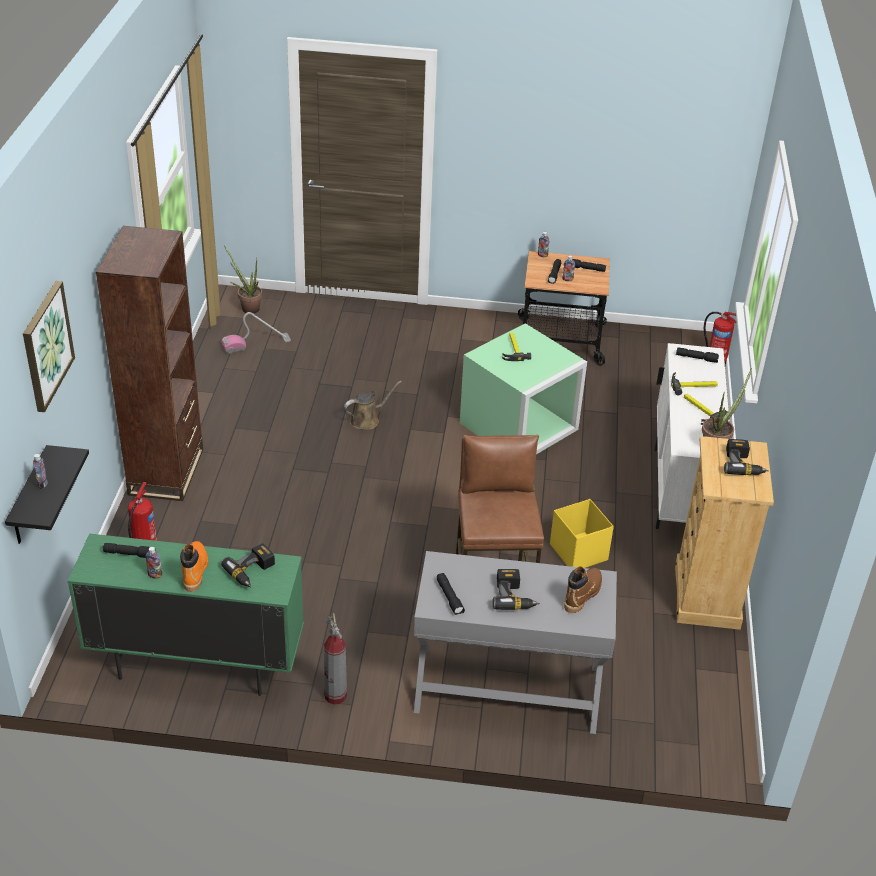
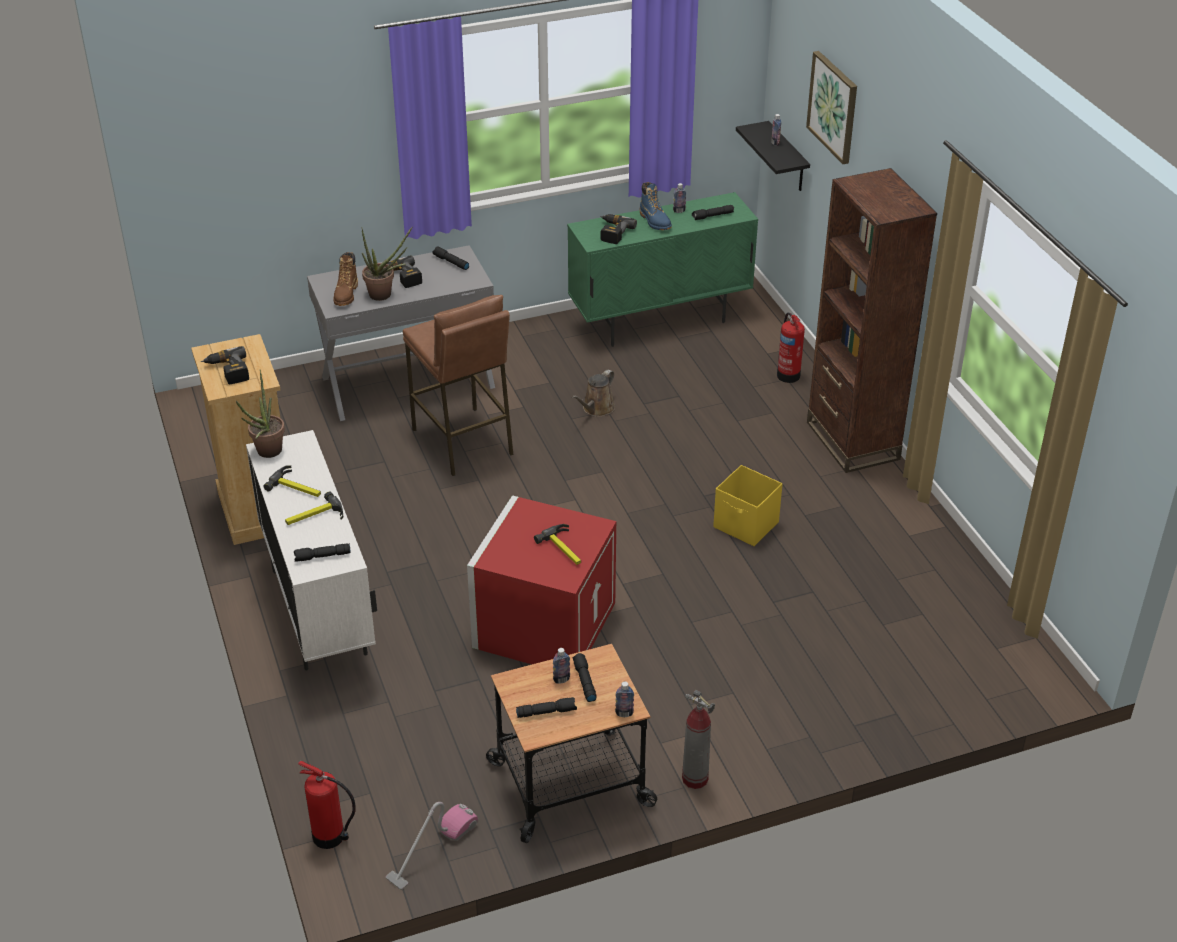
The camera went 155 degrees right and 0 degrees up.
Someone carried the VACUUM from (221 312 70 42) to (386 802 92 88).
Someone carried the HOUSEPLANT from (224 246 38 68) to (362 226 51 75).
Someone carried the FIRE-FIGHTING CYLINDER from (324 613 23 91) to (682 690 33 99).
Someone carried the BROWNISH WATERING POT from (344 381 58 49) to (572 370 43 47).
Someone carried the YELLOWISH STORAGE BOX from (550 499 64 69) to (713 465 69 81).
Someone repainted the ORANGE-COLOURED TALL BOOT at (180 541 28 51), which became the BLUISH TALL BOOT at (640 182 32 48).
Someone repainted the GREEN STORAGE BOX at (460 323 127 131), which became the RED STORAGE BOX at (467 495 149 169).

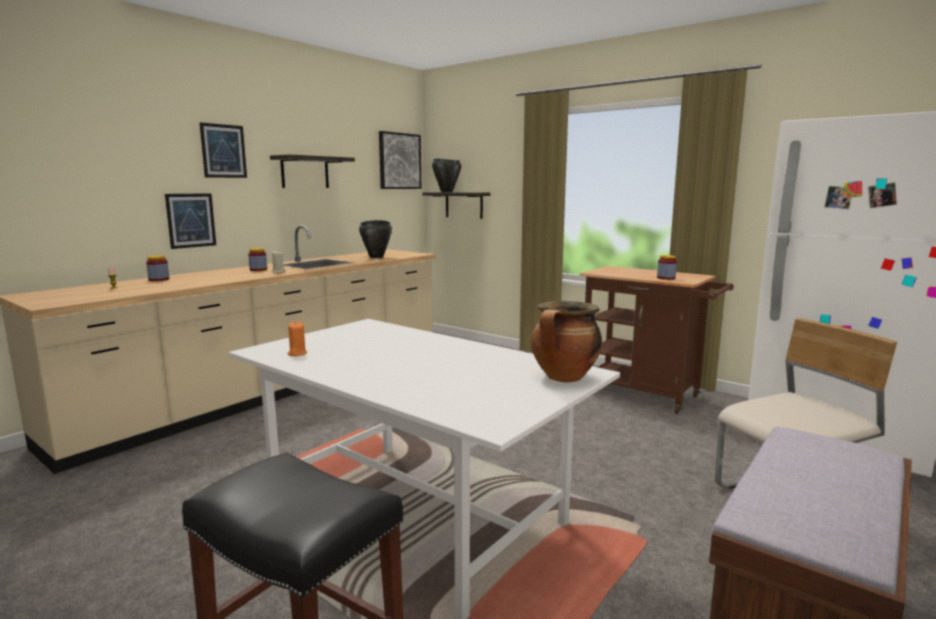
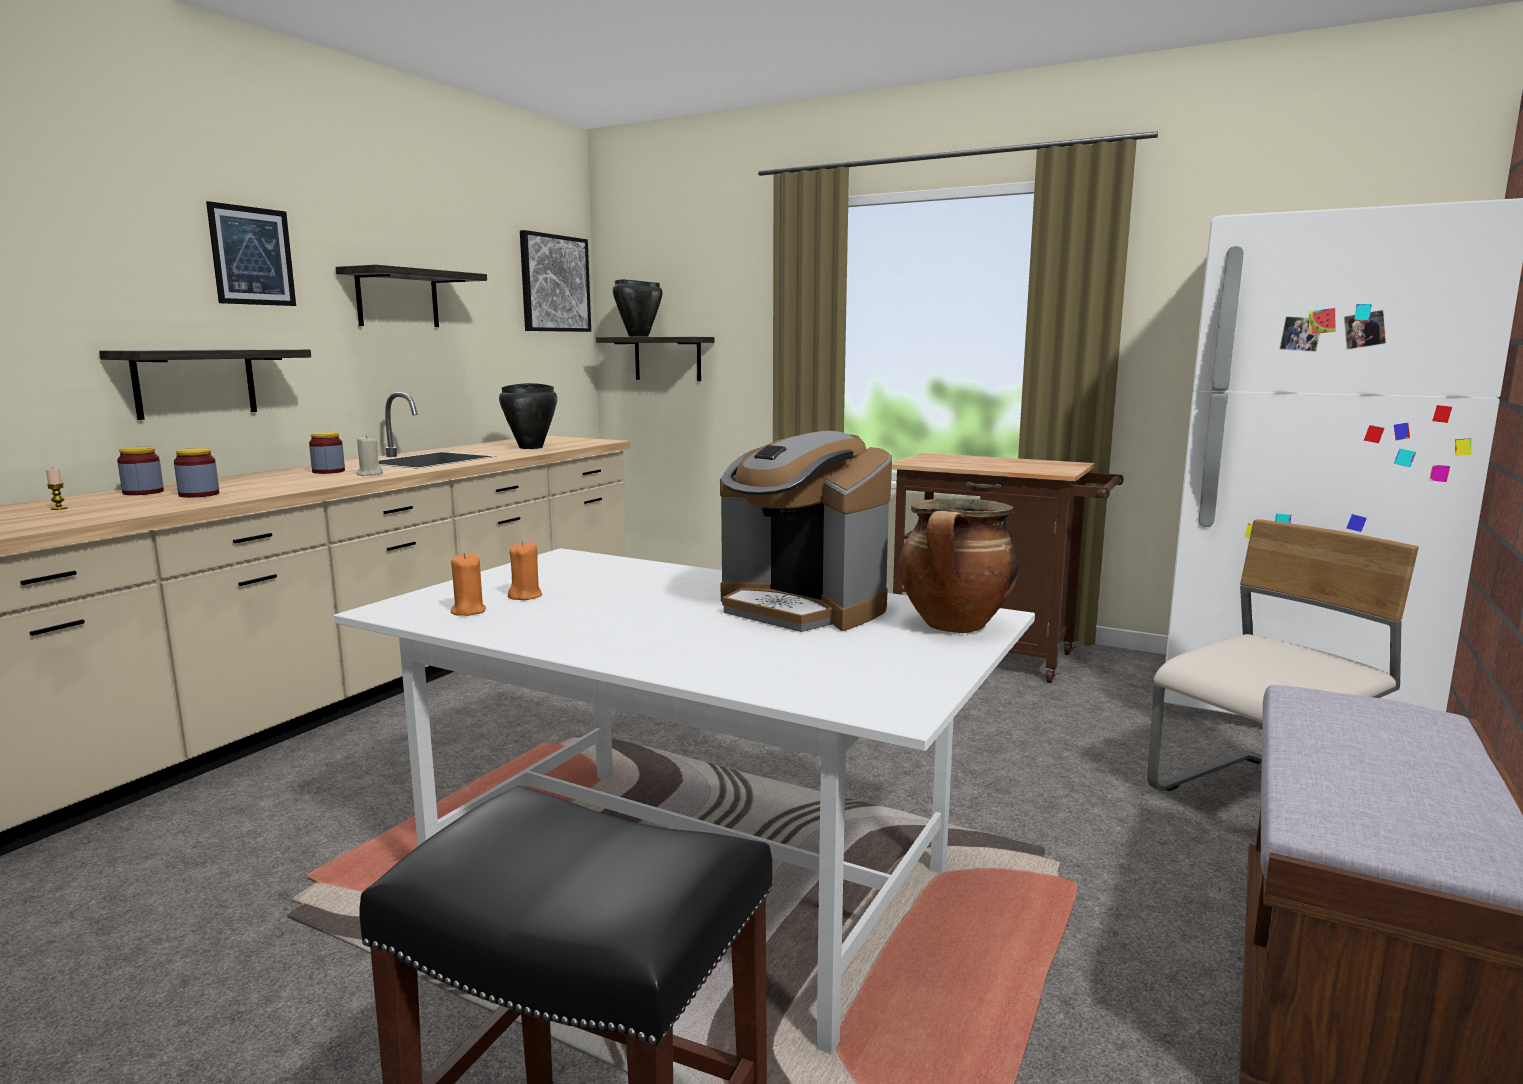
The camera went 10 degrees left and 0 degrees up.
Someone put down the ORANGE-COLOURED WAX CANDLE at (508 541 34 59).
Someone put down the COFFEE BREWER at (720 431 172 201).
Someone carried the PRESERVE JAR from (657 255 20 25) to (174 448 45 50).
Someone swapped the WALL PICTURE at (165 193 51 56) for the BRACKET SHELF at (99 349 212 71).

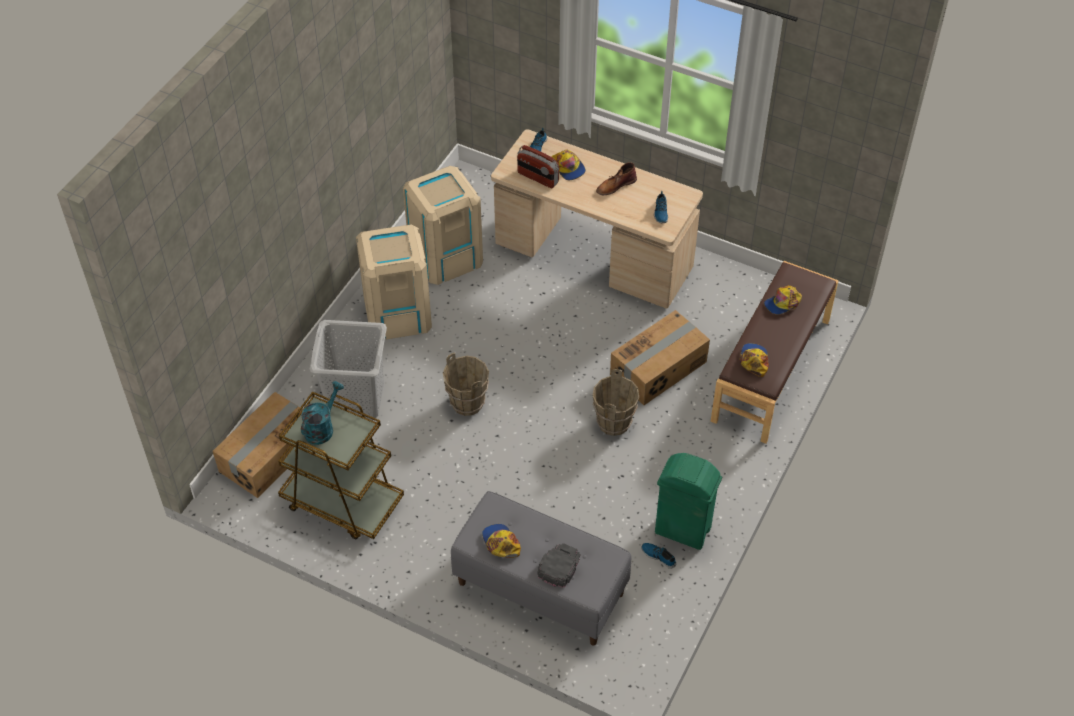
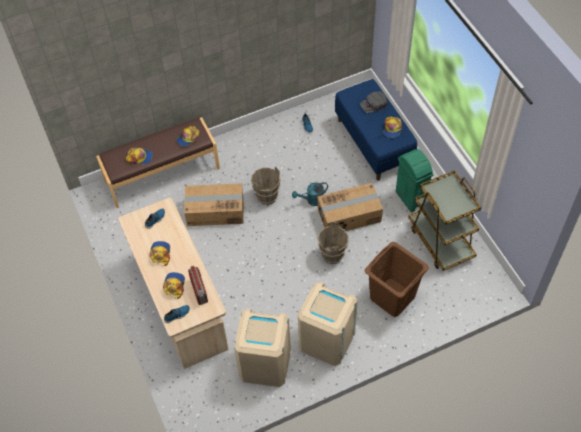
The camera went 140 degrees left and 5 degrees up.
Someone carried the CARDBOARD BOX from (213 392 90 106) to (317 183 66 48).
Someone carried the TURQUOISE WATERING POT from (301 381 43 64) to (292 182 36 24).
Someone carried the GREEN WASTE BIN from (655 453 67 97) to (396 149 38 64).
Someone swapped the BROWNISH TALL BOOT at (596 162 41 33) for the BASEBALL CAP at (150 241 20 25).
Someone repainted the GREY LAUNDRY BASKET at (309 320 78 99), which became the BROWNISH LAUNDRY BASKET at (365 242 64 75).
Someone repainted the GREY INDOOR BENCH at (451 491 181 155), which became the BLUISH INDOOR BENCH at (335 79 82 102).

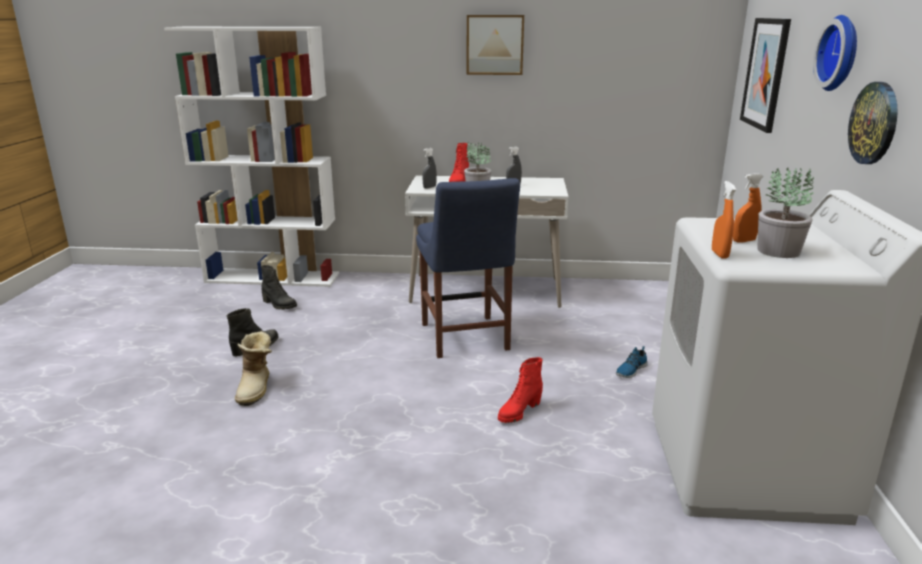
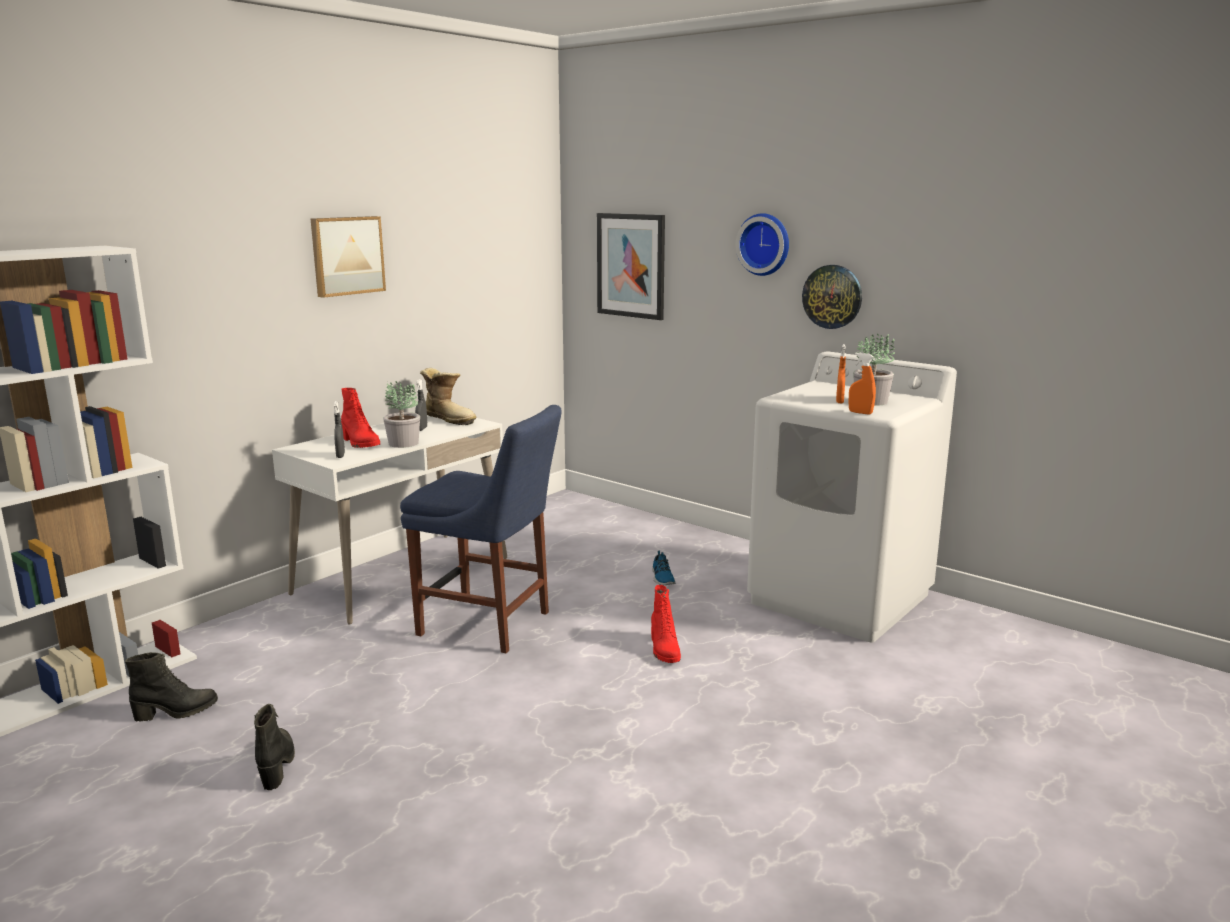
The camera went 55 degrees left and 5 degrees down.
Someone carried the TALL BOOT from (235 331 37 75) to (420 368 56 57).

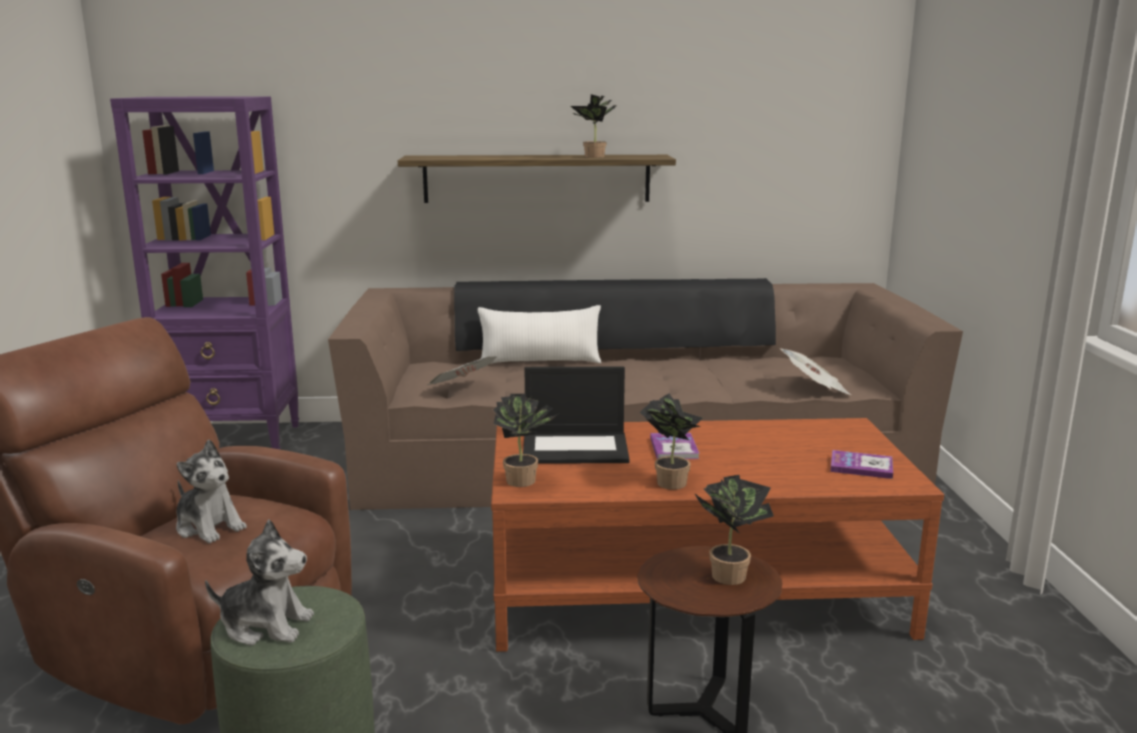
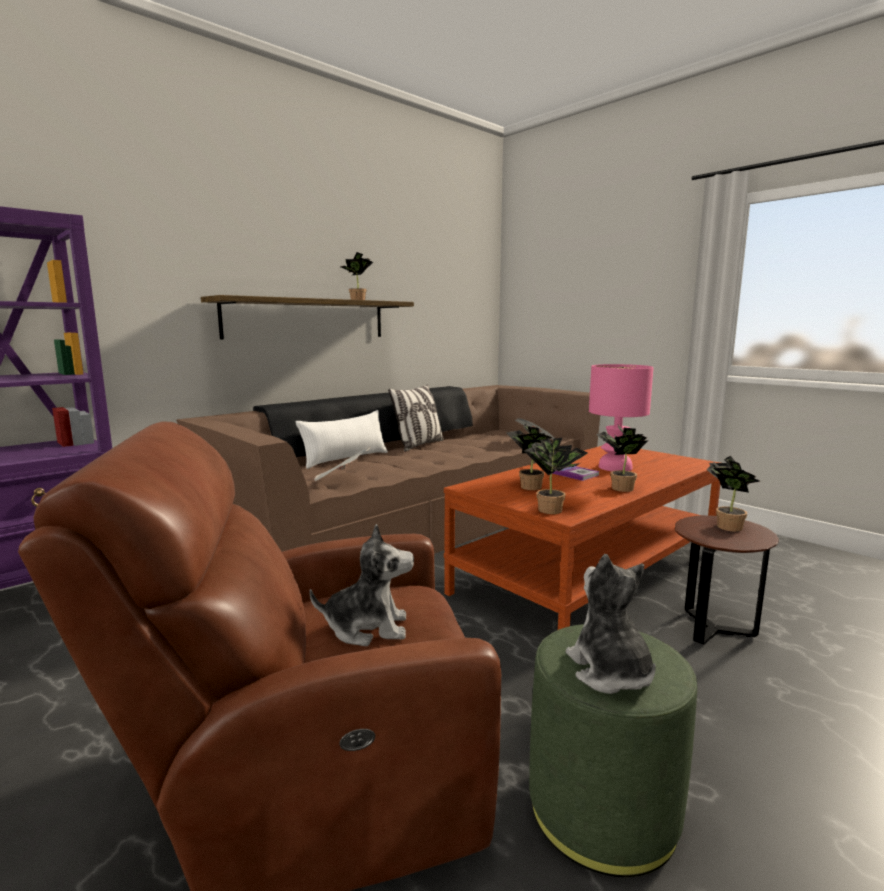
The camera went 40 degrees left and 5 degrees down.
Someone took away the BOUND BOOK at (830 450 63 29).
Someone put down the PILLOW at (388 385 56 67).
Someone put down the PINK TABLE LAMP at (589 364 65 107).
Someone swapped the LAPTOP at (523 367 107 97) for the HOUSEPLANT at (506 423 46 67).
Someone rotated the PLUSH TOY at (205 520 109 126) by 75 degrees counterclockwise.

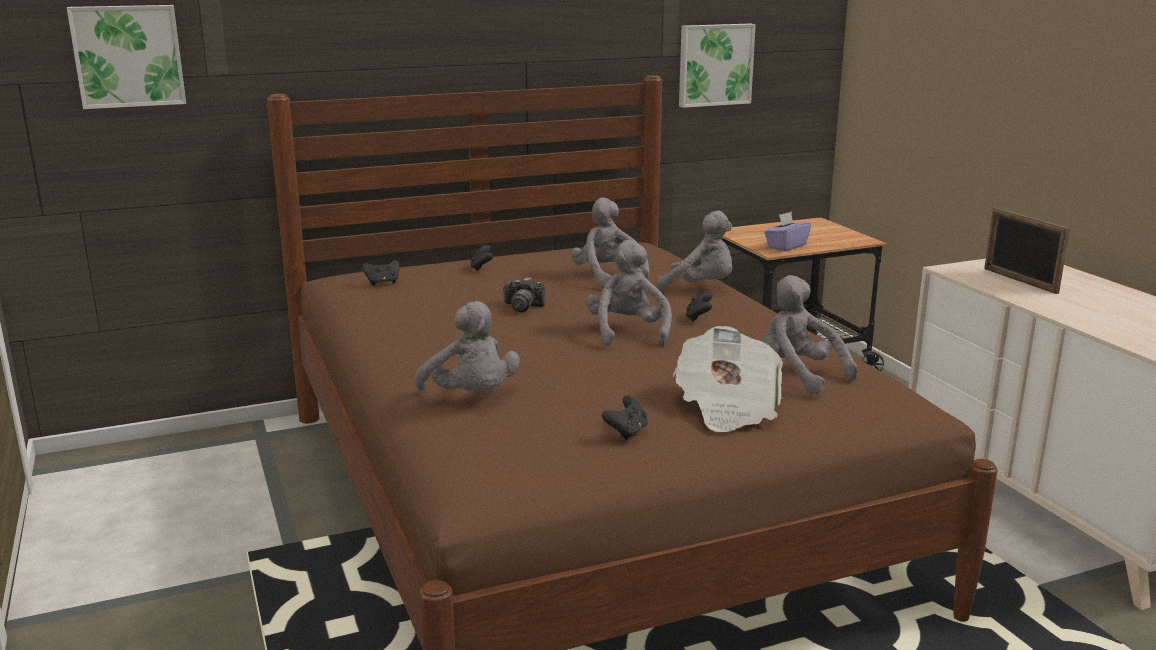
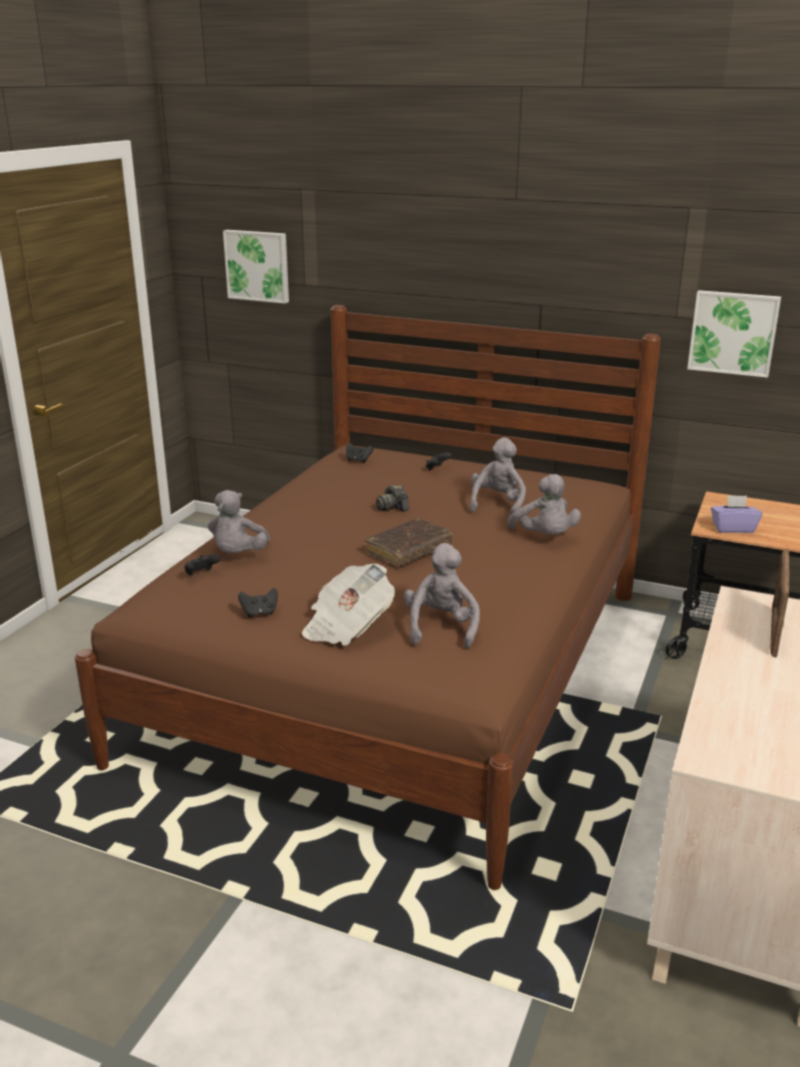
The camera went 45 degrees right and 5 degrees up.
Someone carried the BLACK-COLOURED JOYPAD from (686 292 27 30) to (184 554 36 21).
Someone swapped the GREY PLUSH TOY at (586 240 86 106) for the BROWNISH BOUND BOOK at (365 518 88 49).

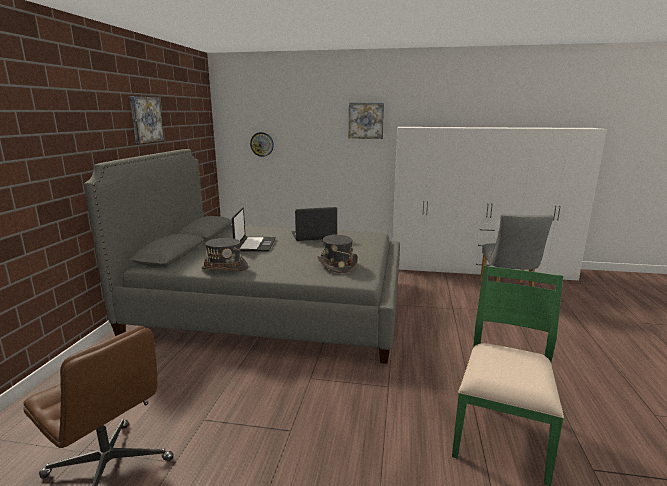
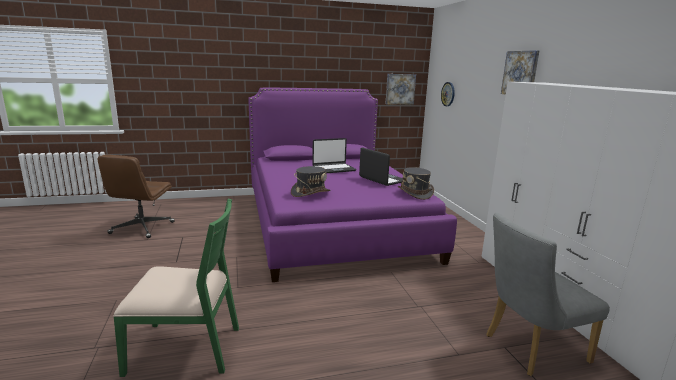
The camera went 65 degrees right and 0 degrees up.
Someone carried the WALL PICTURE from (130 96 34 48) to (386 74 30 31).
Someone carried the GREY HAT from (201 238 47 33) to (398 167 36 33).
Someone repainted the GREY BED at (84 149 316 215), which became the PURPLE BED at (248 88 209 194).

